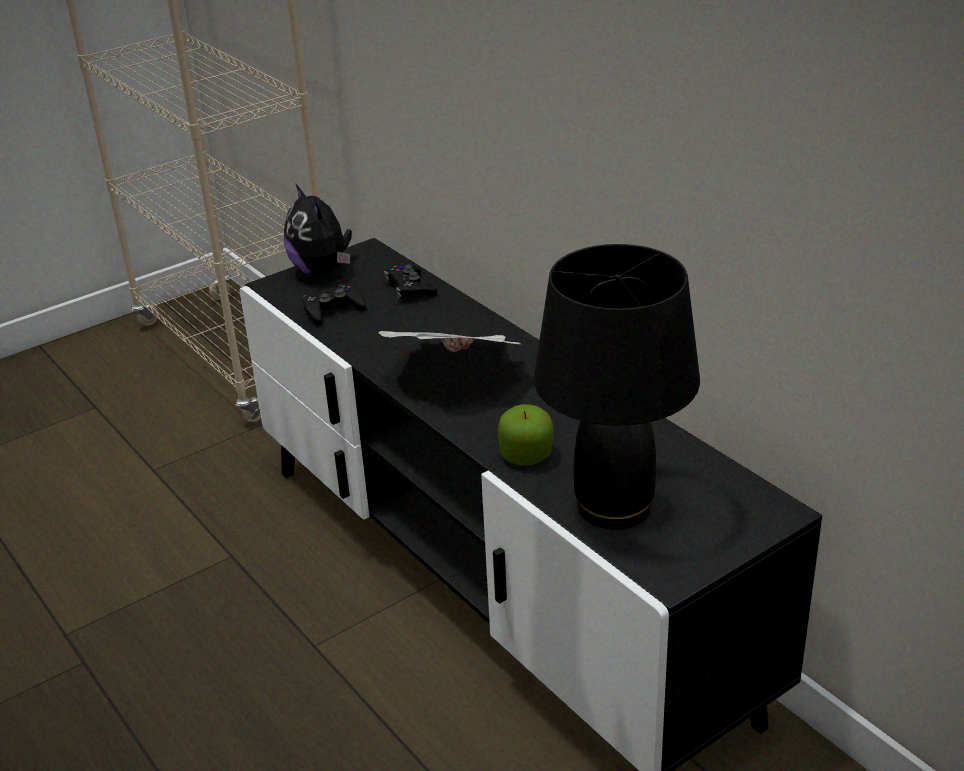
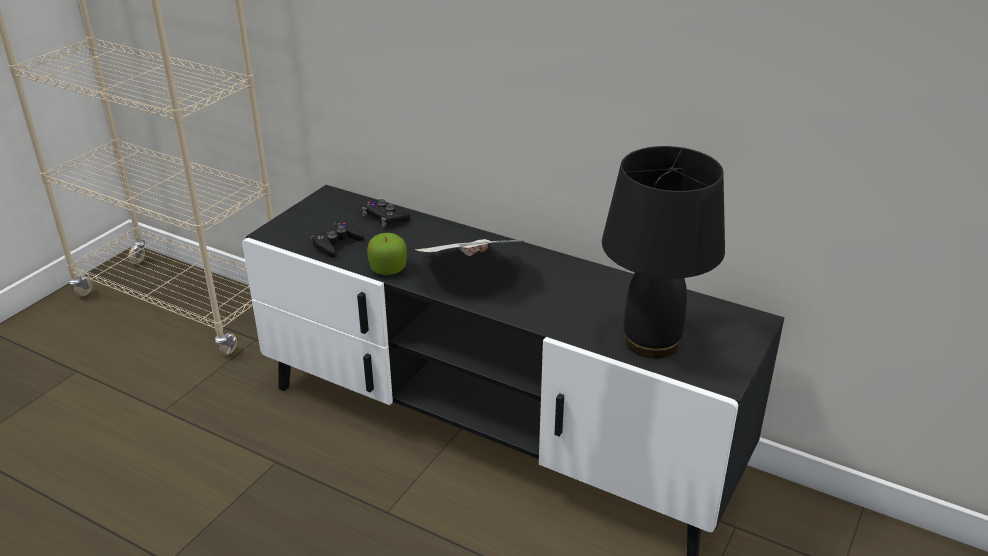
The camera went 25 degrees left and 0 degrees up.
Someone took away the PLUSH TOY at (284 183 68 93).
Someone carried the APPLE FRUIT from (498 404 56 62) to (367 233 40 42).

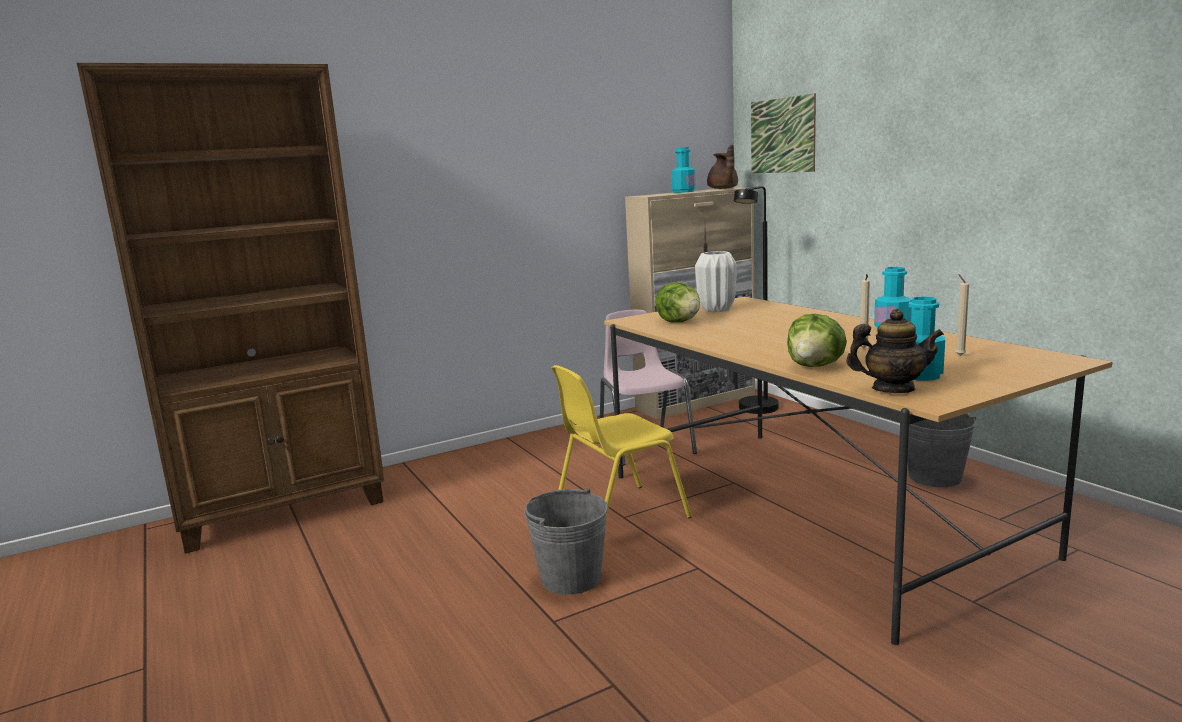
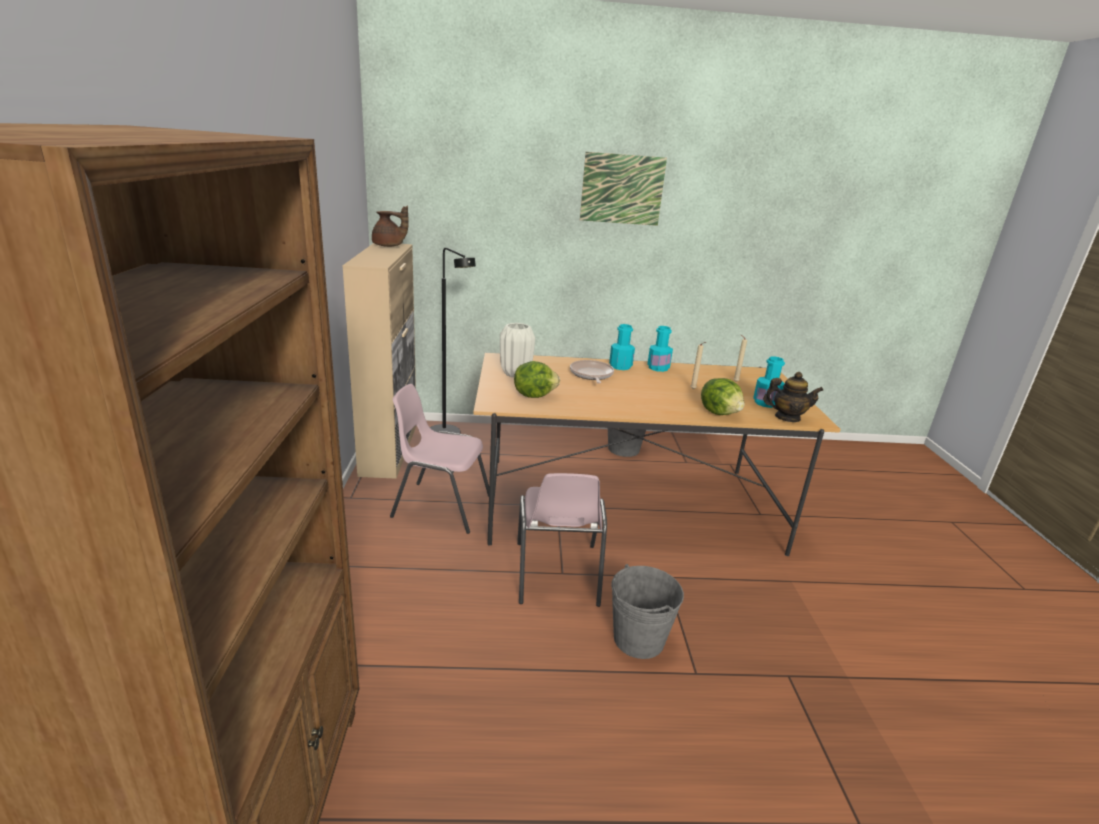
The camera went 65 degrees left and 10 degrees up.
Someone put down the SKILLET at (570 360 44 24).
Someone carried the TURQUOISE BOTTLE from (671 147 25 46) to (609 324 26 46).
Someone carried the WALL PICTURE from (751 93 65 80) to (580 152 87 74).
Someone repainted the YELLOWISH CHAIR at (552 365 140 153), which became the PINK CHAIR at (517 473 90 134).
Someone rotated the POT FOR TEA at (846 309 98 84) by 60 degrees clockwise.

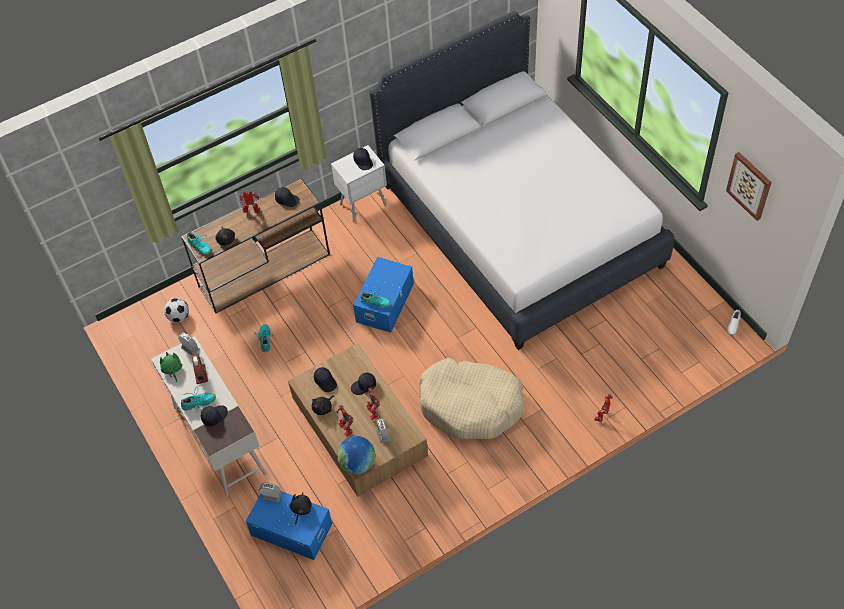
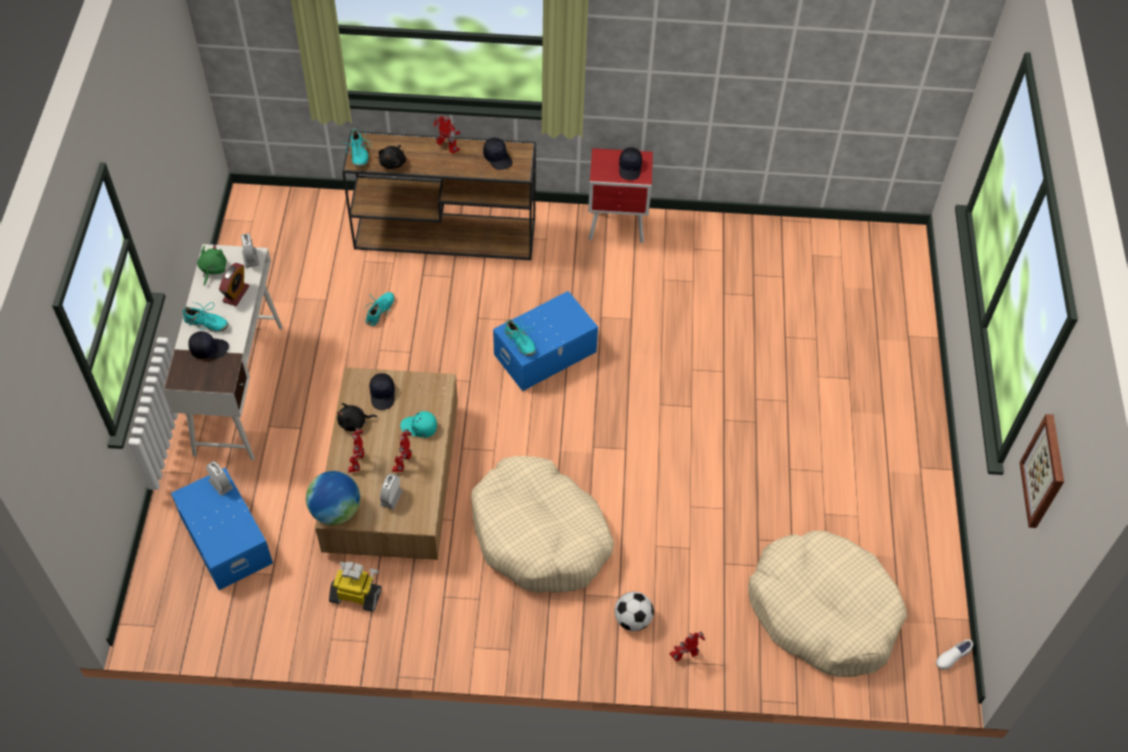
The camera went 30 degrees right and 0 degrees up.
Someone took away the BLACK-COLOURED PLUSH TOY at (290 492 22 32).
Someone took away the WHITE BED at (369 11 305 339).
Someone put down the TOY ROBOT at (329 562 53 50).
Someone put down the SAND-COLOURED DOG BED at (748 531 159 146).
Someone carried the FOOTBALL BALL from (164 298 25 25) to (615 592 39 39).
Someone repainted the WHITE NIGHTSTAND at (331 145 56 78), which became the RED NIGHTSTAND at (588 148 65 95).
Someone repainted the BLACK-COLOURED BASEBALL CAP at (350 373 26 22), which became the TURQUOISE BASEBALL CAP at (400 411 37 27).

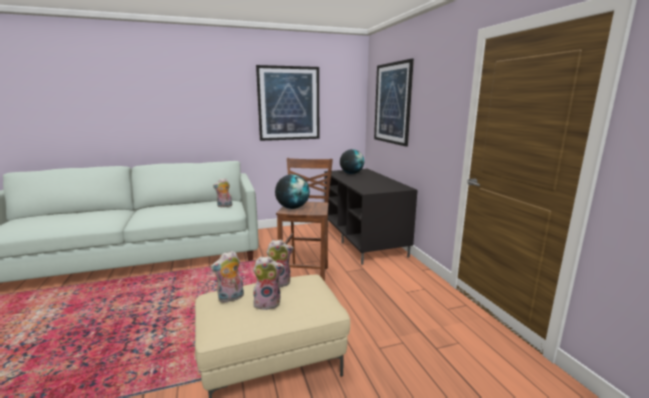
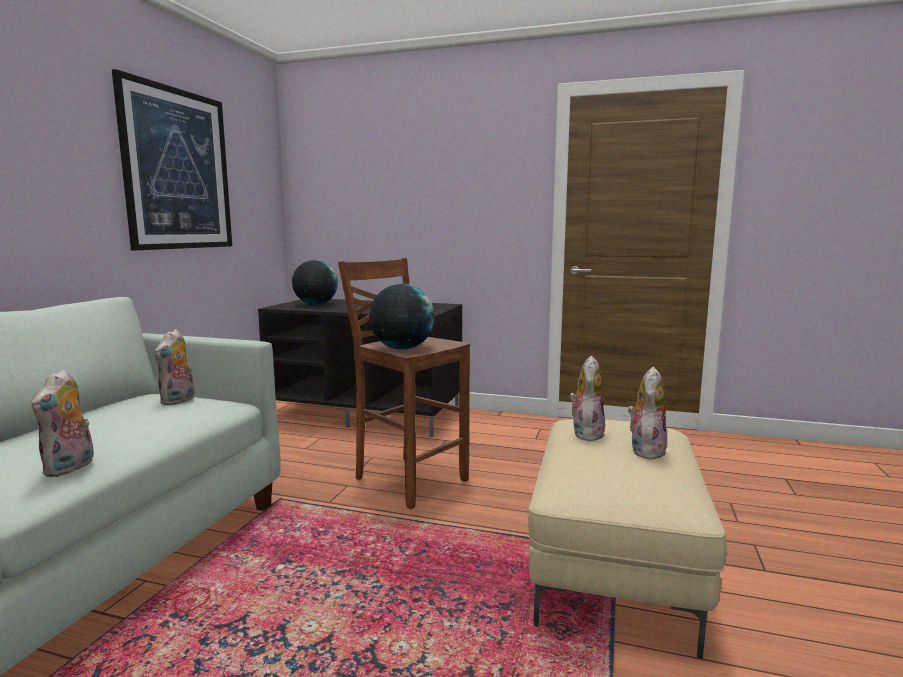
The camera went 55 degrees left and 5 degrees down.
Someone took away the WALL PICTURE at (374 59 40 88).
Someone carried the PLUSH TOY from (210 251 34 52) to (31 369 63 108).

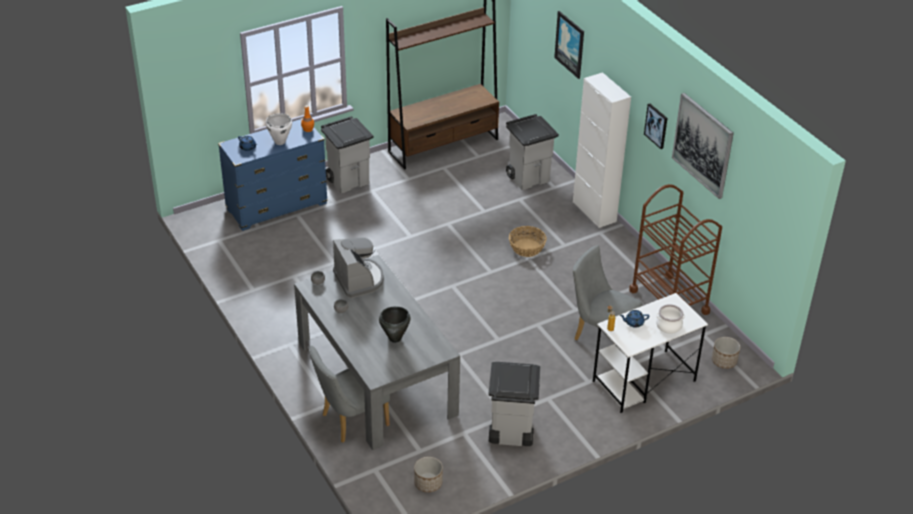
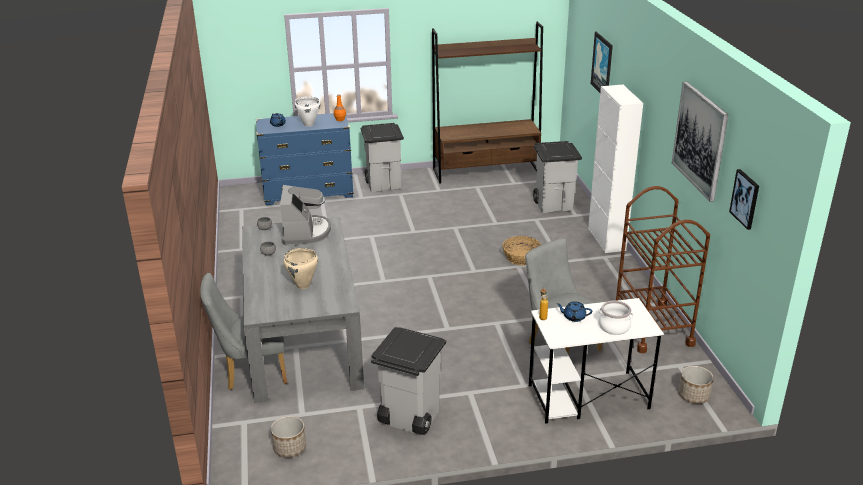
The camera went 20 degrees right and 10 degrees down.
Someone carried the WALL PICTURE from (644 104 23 45) to (729 169 30 61).
Someone repainted the BLACK-COLOURED STOCKPOT at (379 306 32 37), which became the SAND-COLOURED STOCKPOT at (283 248 35 41).

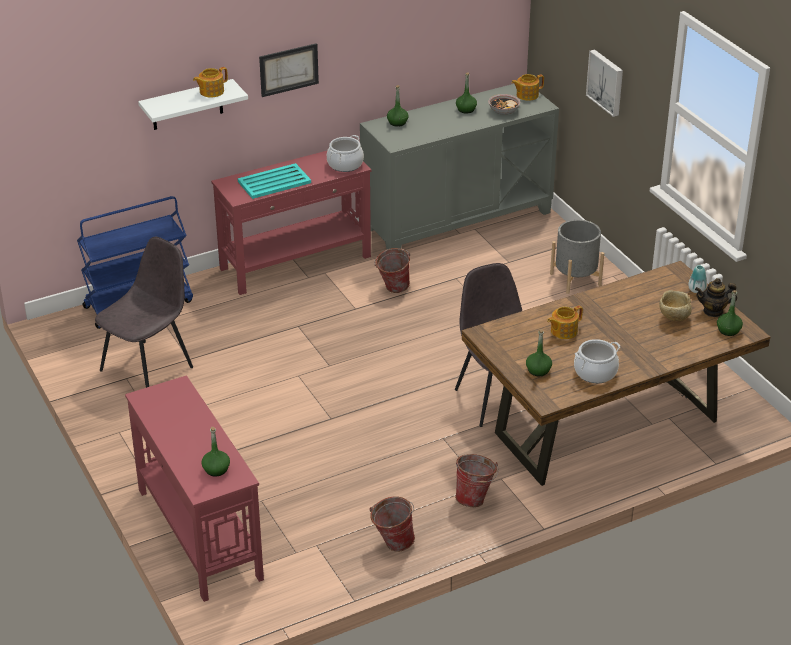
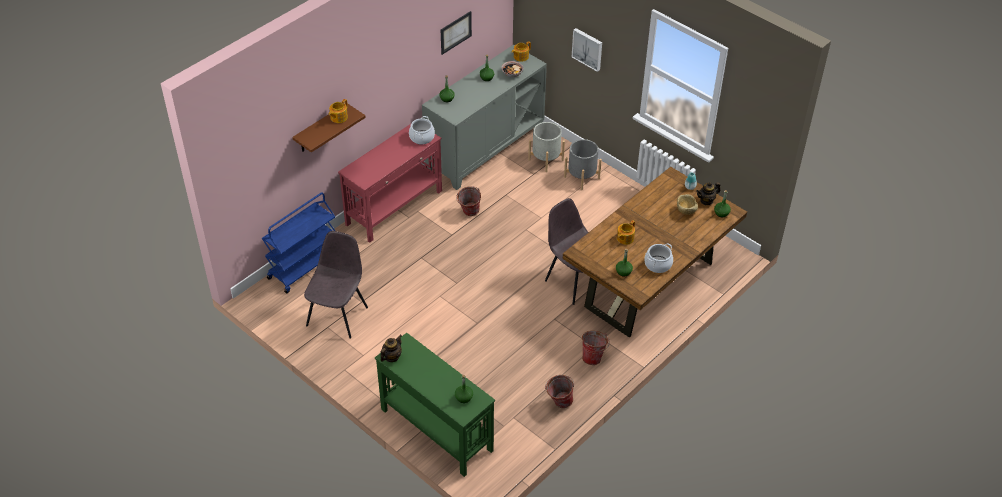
The camera went 20 degrees left and 10 degrees up.
Someone took away the TURQUOISE TRAY at (237 163 74 36).
Someone put down the POT FOR TEA at (381 335 21 27).
Someone put down the GREY PLANTER at (528 122 37 50).
Someone carried the WALL PICTURE from (259 43 60 54) to (441 11 31 44).
Someone repainted the RED CONSOLE TABLE at (125 375 139 227), which became the GREEN CONSOLE TABLE at (375 333 120 144).
Someone repainted the WHITE BRACKET SHELF at (138 79 110 51), which became the BROWNISH BRACKET SHELF at (292 103 74 50).

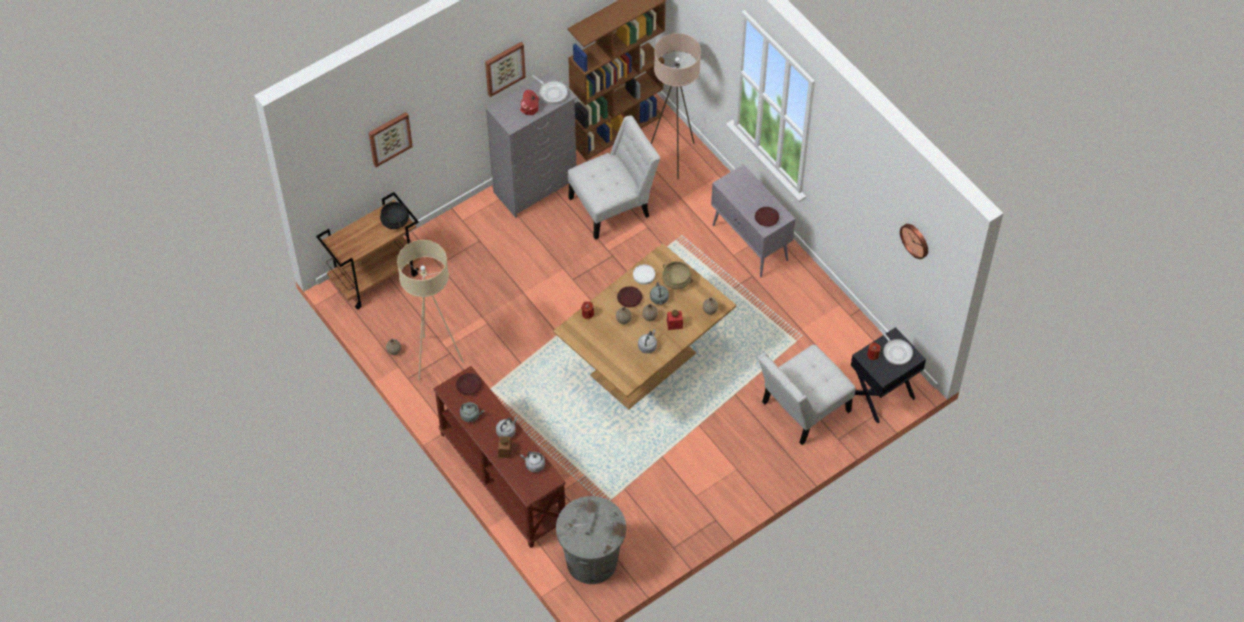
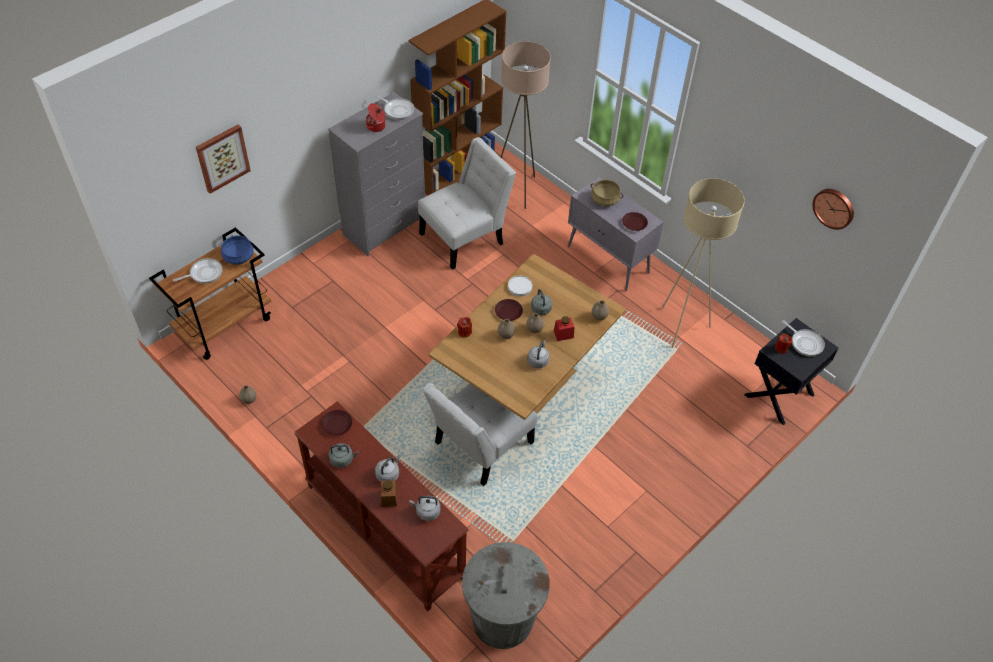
The camera went 10 degrees left and 5 degrees down.
Someone took away the WALL PICTURE at (485 42 41 55).
Someone put down the SKILLET at (173 258 49 26).
Someone carried the SAND-COLOURED FLOOR LAMP from (397 240 67 141) to (662 178 83 170).
Someone carried the SAND-COLOURED STOCKPOT from (662 261 31 28) to (591 180 32 26).
Someone carried the WHITE CHAIR from (758 344 97 101) to (422 383 115 103).
Someone repainted the BLACK-COLOURED STOCKPOT at (380 201 29 28), which became the BLUISH STOCKPOT at (221 235 33 30).

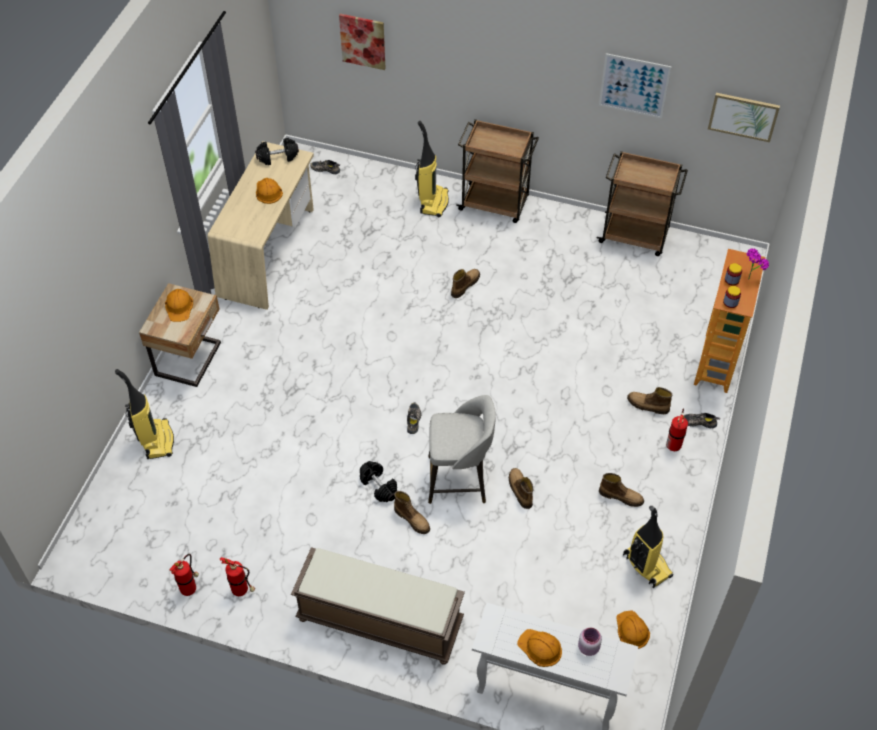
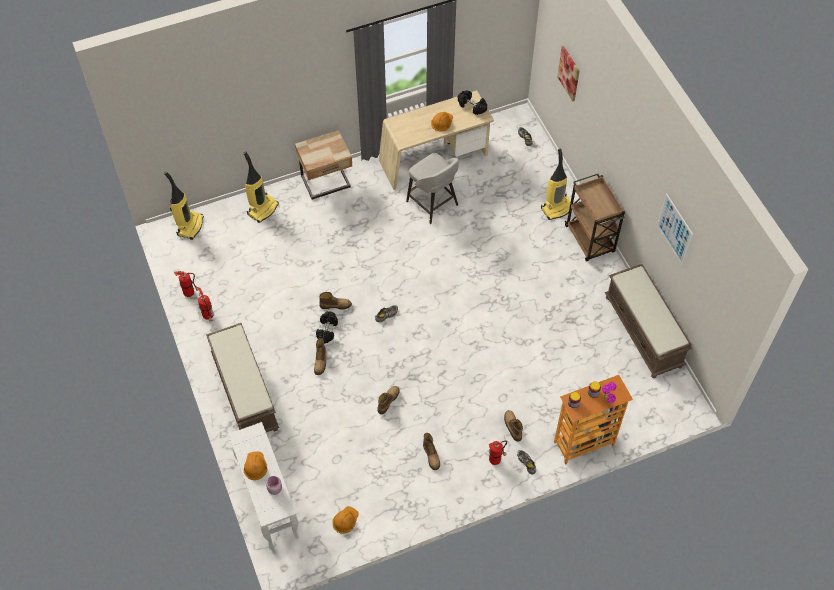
The camera went 50 degrees right and 5 degrees up.
Someone took away the ORANGE-COLOURED HARD HAT at (165 289 28 33).
Someone took away the WALL PICTURE at (708 93 72 49).
Someone carried the GREY STOOL SEAT from (428 395 68 109) to (406 153 53 71).
Someone carried the TALL BOOT from (451 269 29 29) to (319 292 33 17).
Someone carried the VACUUM from (623 506 50 82) to (164 172 40 68).
Someone swapped the BROWNISH CART at (597 151 91 105) for the BROWNISH INDOOR BENCH at (605 264 87 114).

